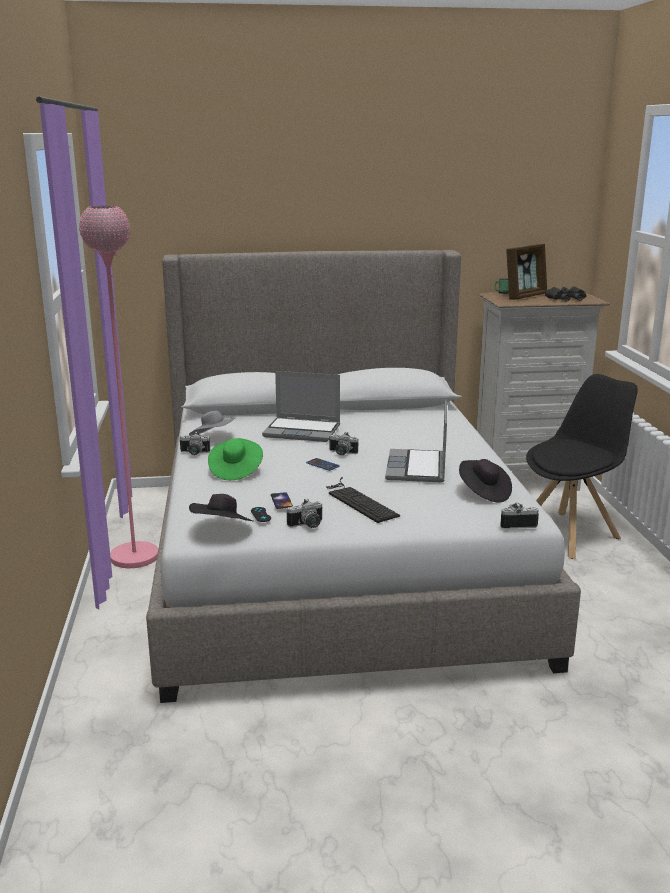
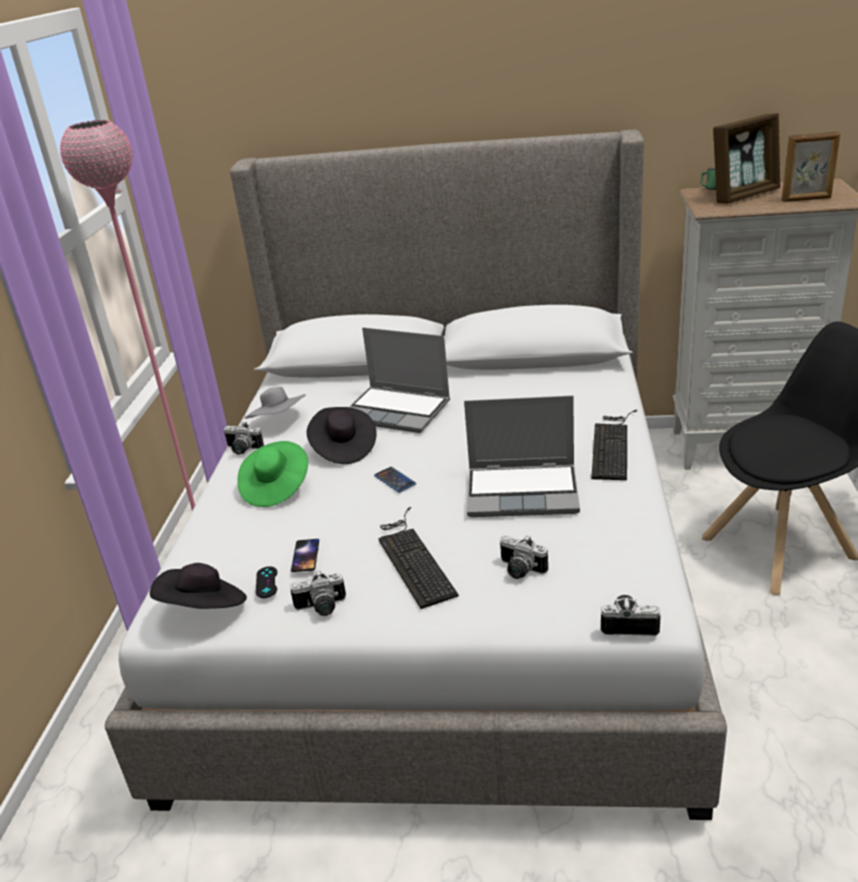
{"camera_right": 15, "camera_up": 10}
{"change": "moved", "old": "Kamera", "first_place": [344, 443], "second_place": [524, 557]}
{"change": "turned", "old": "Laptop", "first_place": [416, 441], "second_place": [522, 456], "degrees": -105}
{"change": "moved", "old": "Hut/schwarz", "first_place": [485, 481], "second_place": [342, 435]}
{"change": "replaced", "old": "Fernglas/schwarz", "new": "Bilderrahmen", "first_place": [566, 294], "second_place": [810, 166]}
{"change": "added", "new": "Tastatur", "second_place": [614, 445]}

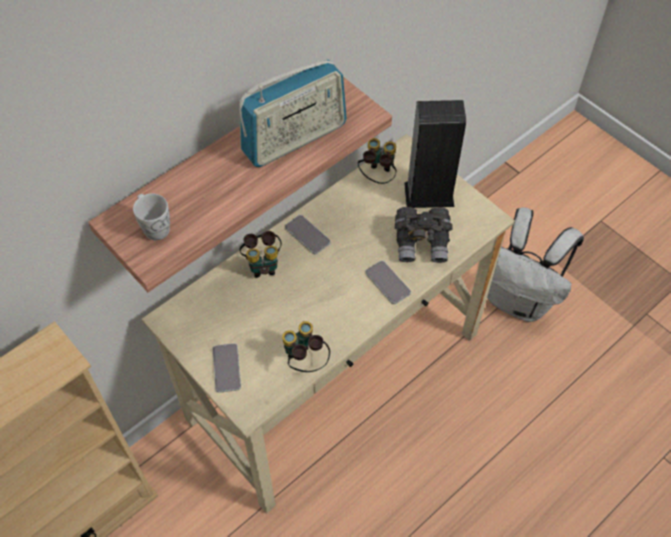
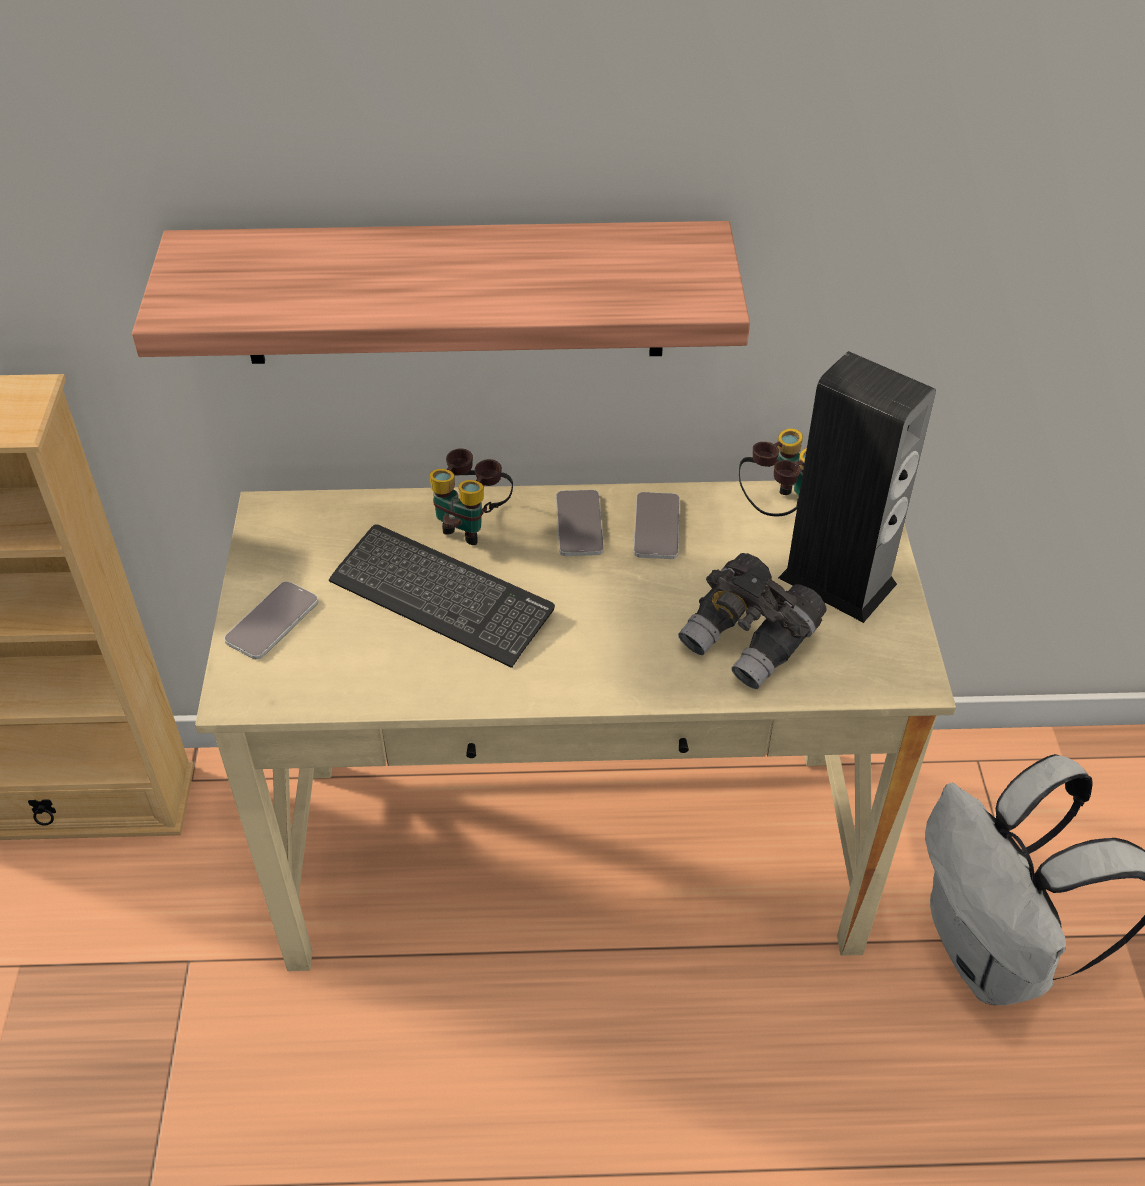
{"camera_right": 40, "camera_up": -10}
{"change": "removed", "old": "Henkelbecher/weiß", "first_place": [151, 217]}
{"change": "removed", "old": "Radio", "first_place": [293, 113]}
{"change": "removed", "old": "Fernglas", "first_place": [306, 346]}
{"change": "moved", "old": "Handy", "first_place": [388, 282], "second_place": [656, 525]}
{"change": "added", "new": "Tastatur", "second_place": [442, 596]}

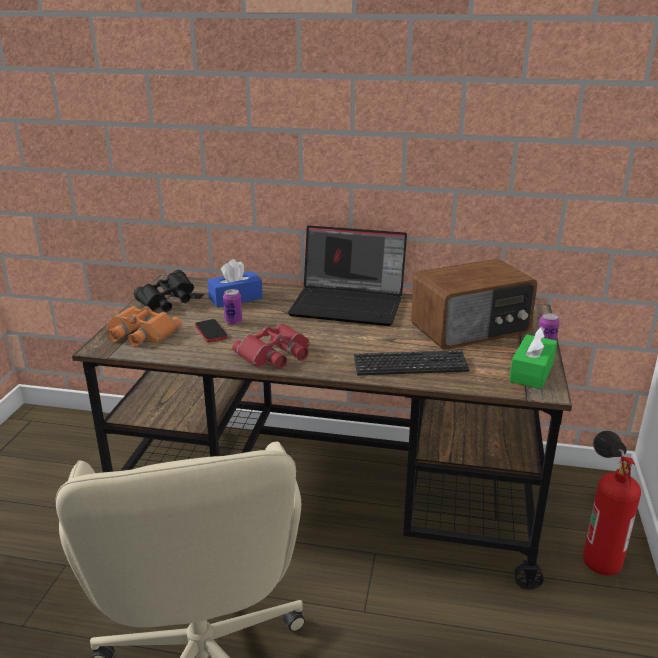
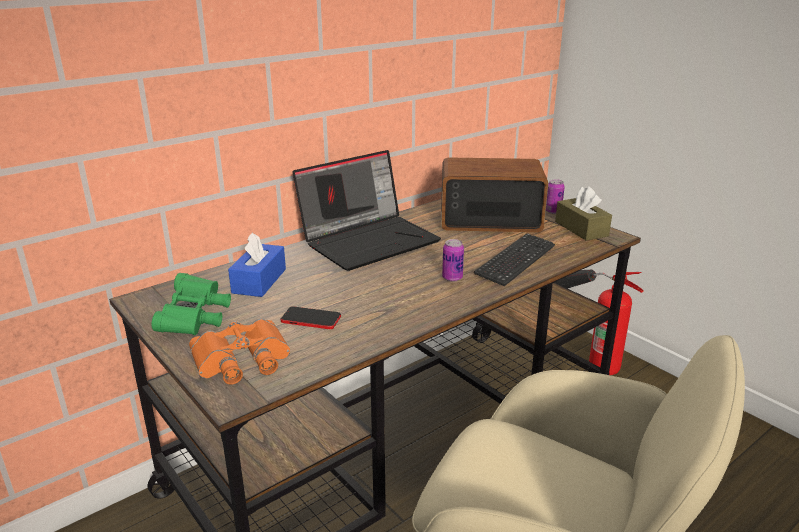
{"camera_right": -50, "camera_up": 0}
{"change": "recoloured", "old": "Fernglas/schwarz", "new": "Fernglas/grün", "first_place": [164, 291], "second_place": [191, 304]}
{"change": "moved", "old": "Dose", "first_place": [232, 307], "second_place": [453, 260]}
{"change": "removed", "old": "Fernglas/rot", "first_place": [270, 346]}
{"change": "turned", "old": "Radio", "first_place": [474, 304], "second_place": [494, 194], "degrees": -105}
{"change": "recoloured", "old": "Taschentuchbox/grün", "new": "Taschentuchbox/braun", "first_place": [533, 357], "second_place": [583, 213]}

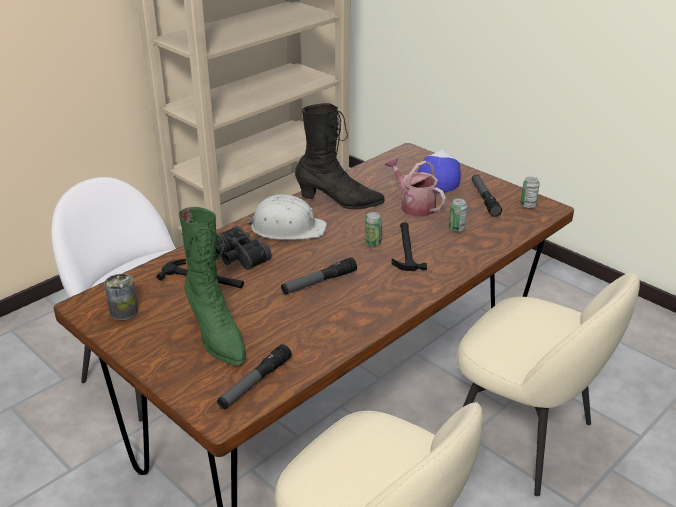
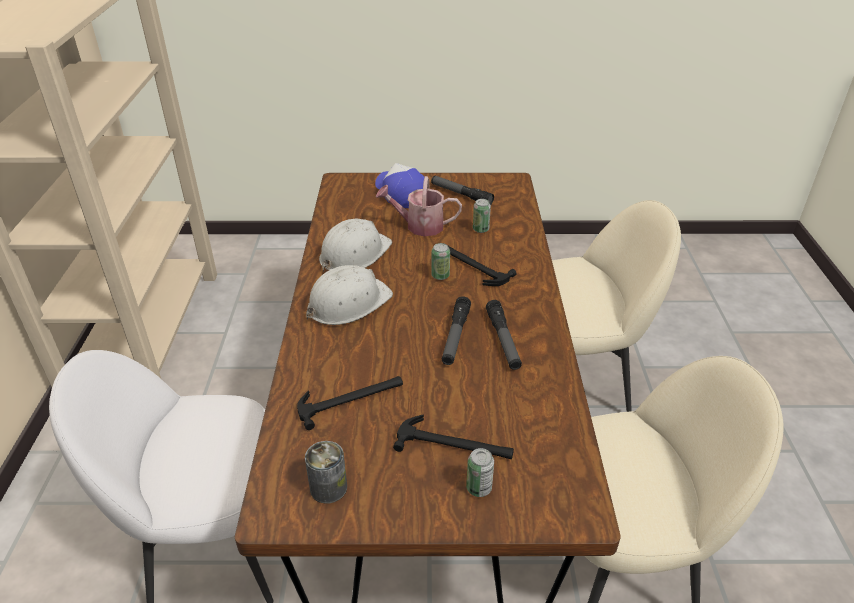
{"camera_right": -45, "camera_up": 5}
{"change": "replaced", "old": "Stiefel/grün", "new": "Hammer", "first_place": [212, 286], "second_place": [453, 437]}
{"change": "removed", "old": "Fernglas/schwarz", "first_place": [244, 248]}
{"change": "moved", "old": "Taschenlampe", "first_place": [254, 376], "second_place": [504, 335]}
{"change": "replaced", "old": "Stiefel/schwarz", "new": "Schutzhelm/weiß", "first_place": [340, 156], "second_place": [355, 245]}
{"change": "moved", "old": "Dose", "first_place": [529, 193], "second_place": [480, 472]}

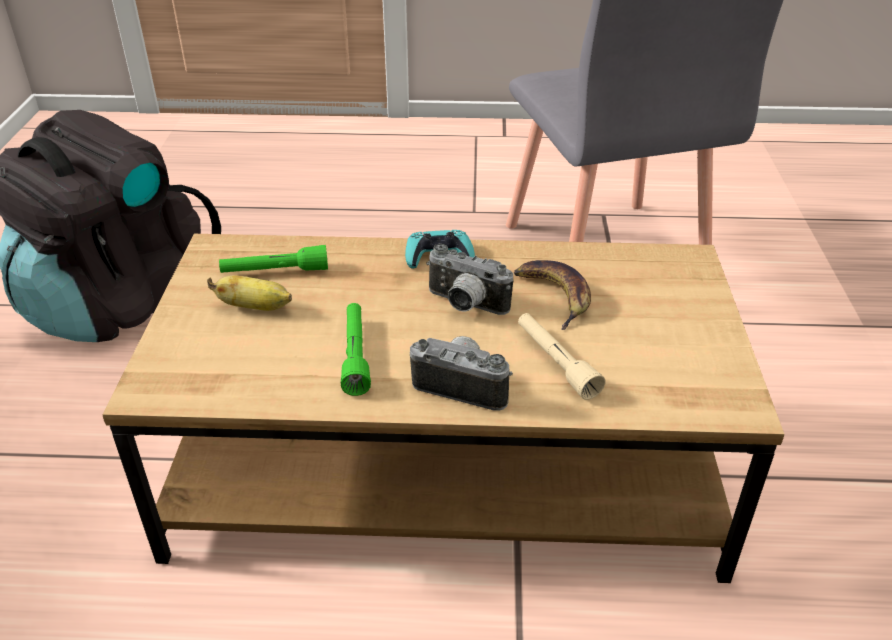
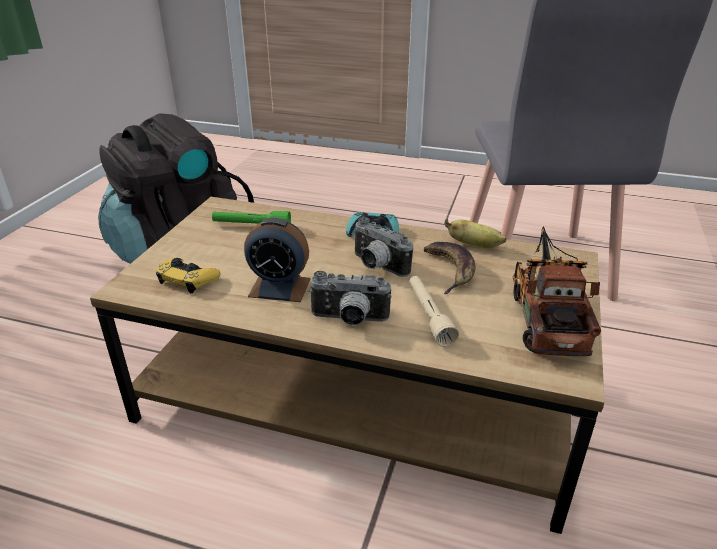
{"camera_right": 15, "camera_up": -5}
{"change": "moved", "old": "Banane", "first_place": [249, 293], "second_place": [476, 233]}
{"change": "replaced", "old": "Taschenlampe/grün", "new": "Wecker", "first_place": [356, 349], "second_place": [277, 260]}
{"change": "turned", "old": "Kamera", "first_place": [461, 373], "second_place": [350, 298], "degrees": 150}
{"change": "added", "new": "Gamepad/gelb", "second_place": [188, 275]}
{"change": "added", "new": "Spielzeuglaster", "second_place": [557, 291]}

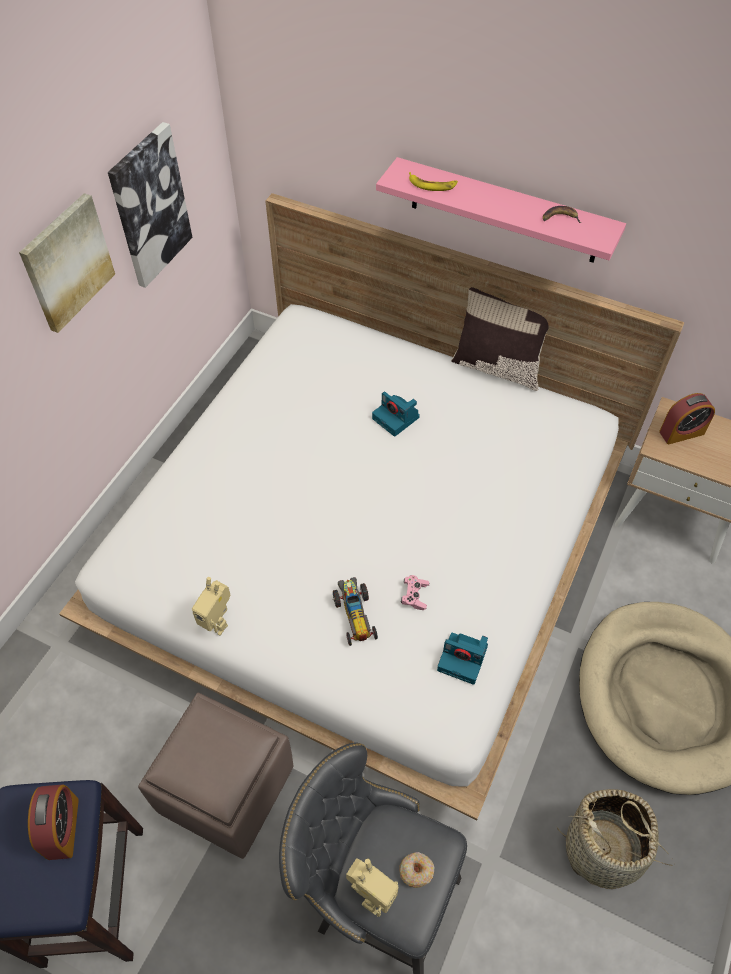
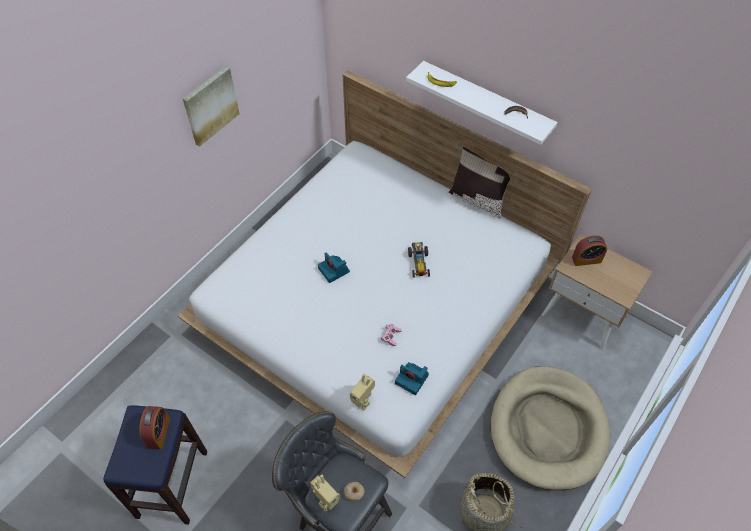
{"camera_right": 10, "camera_up": 0}
{"change": "removed", "old": "Bild", "first_place": [150, 205]}
{"change": "removed", "old": "Polsterhocker/braun", "first_place": [216, 776]}
{"change": "moved", "old": "Spielzeugroboter", "first_place": [211, 606], "second_place": [362, 391]}
{"change": "moved", "old": "Spielzeugauto", "first_place": [355, 611], "second_place": [419, 260]}
{"change": "moved", "old": "Kamera", "first_place": [396, 414], "second_place": [334, 267]}
{"change": "recoloured", "old": "Wandregal/rosa", "new": "Wandregal/weiß", "first_place": [501, 209], "second_place": [482, 103]}

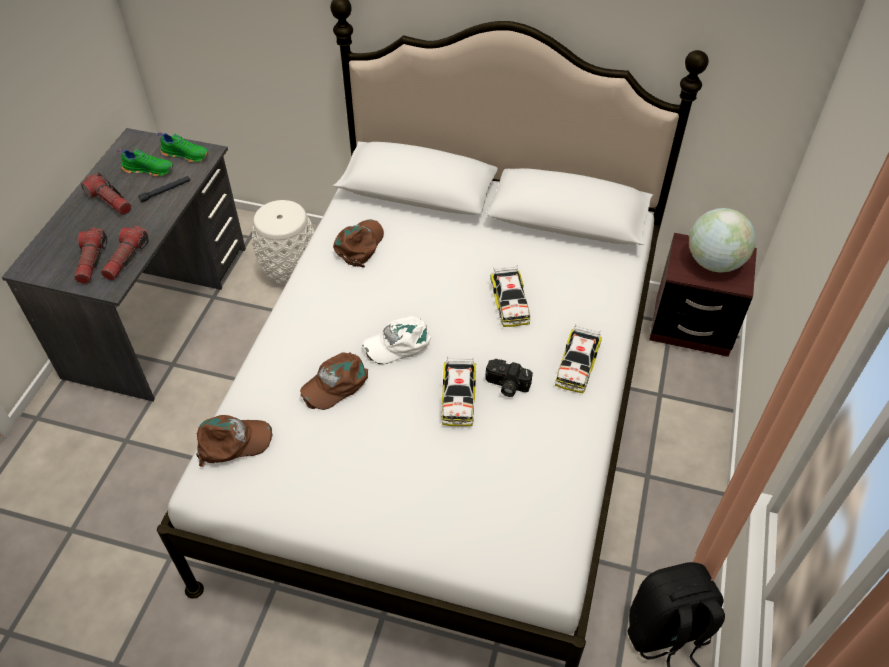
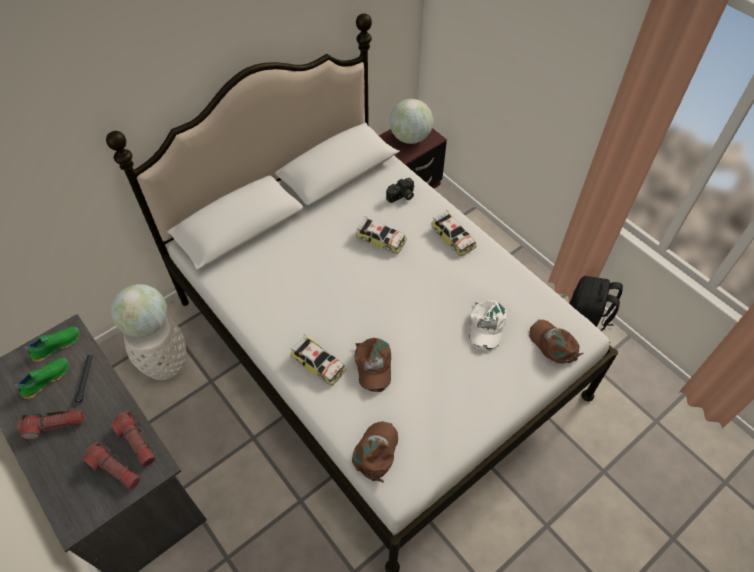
{"camera_right": -55, "camera_up": 5}
{"change": "moved", "old": "Kappe/braun", "first_place": [358, 243], "second_place": [556, 341]}
{"change": "moved", "old": "Kappe/weiß", "first_place": [396, 340], "second_place": [488, 325]}
{"change": "moved", "old": "Spielzeugauto", "first_place": [459, 392], "second_place": [318, 360]}
{"change": "moved", "old": "Kamera", "first_place": [509, 378], "second_place": [400, 190]}
{"change": "added", "new": "Globus", "second_place": [139, 310]}

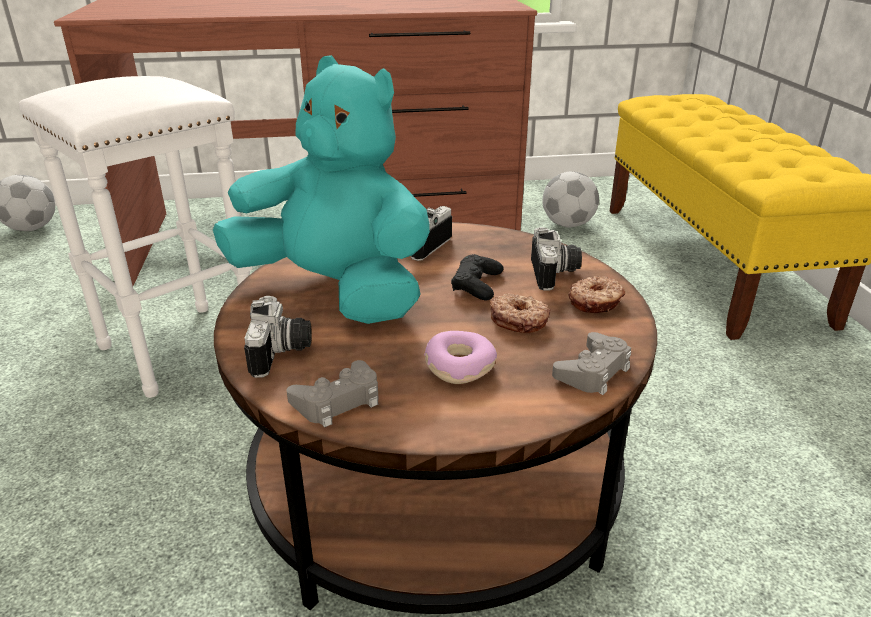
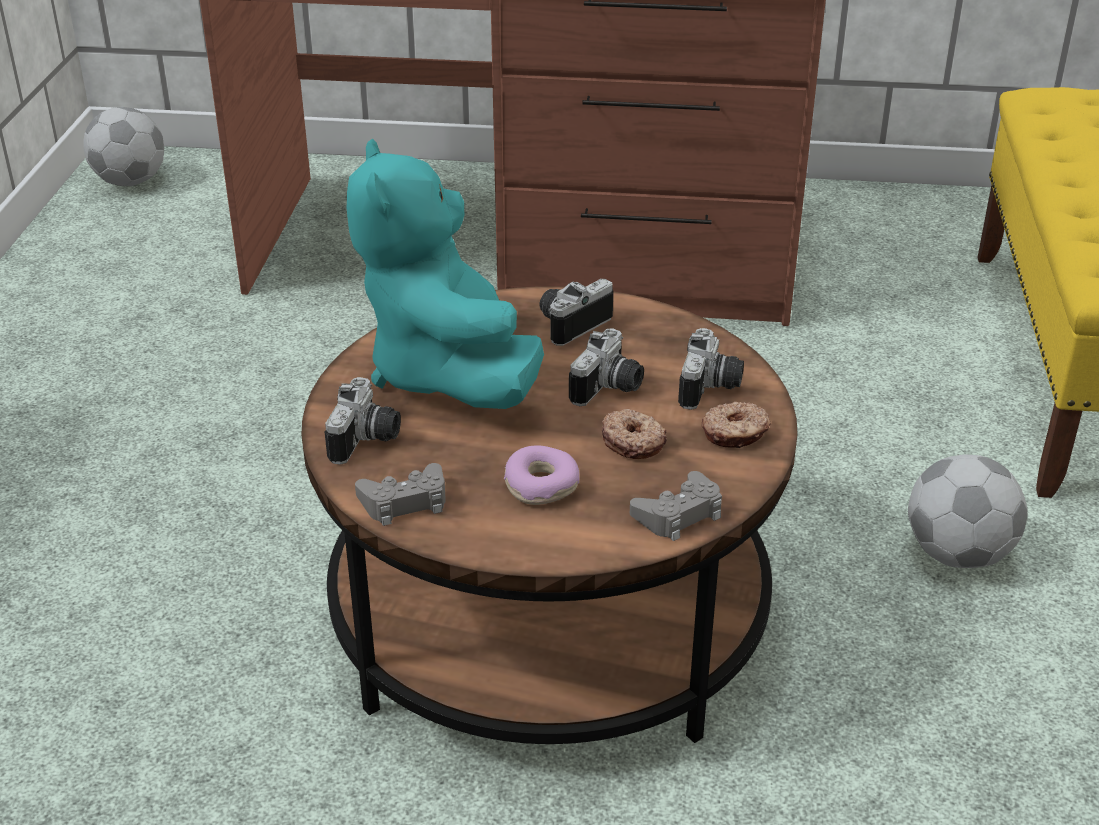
{"camera_right": 15, "camera_up": 5}
{"change": "removed", "old": "Hocker/weiß", "first_place": [135, 237]}
{"change": "turned", "old": "Plüschtier/türkis", "first_place": [321, 189], "second_place": [445, 274], "degrees": -150}
{"change": "replaced", "old": "Gamepad/schwarz", "new": "Kamera", "first_place": [477, 277], "second_place": [606, 367]}
{"change": "moved", "old": "Fußball", "first_place": [570, 199], "second_place": [968, 511]}

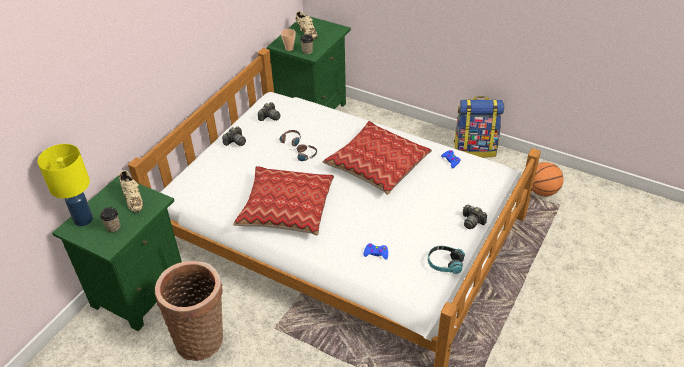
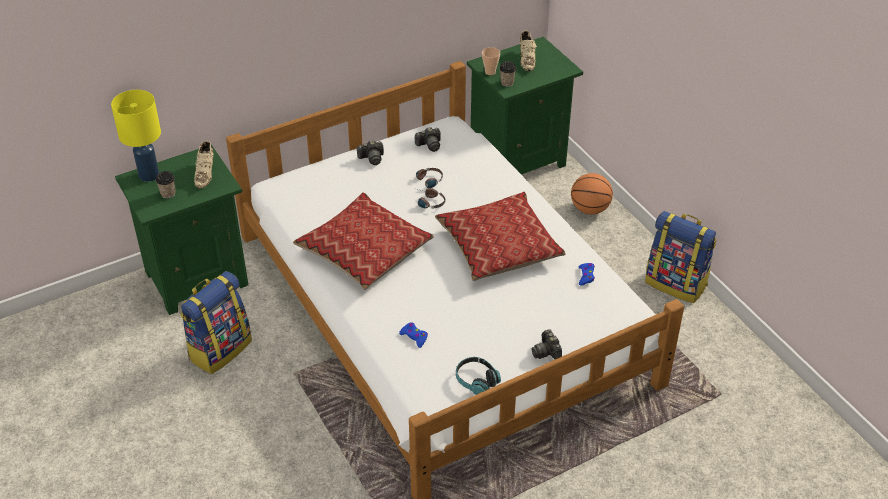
{"camera_right": 30, "camera_up": 0}
{"change": "replaced", "old": "Korb", "new": "Rucksack", "first_place": [189, 311], "second_place": [216, 322]}
{"change": "moved", "old": "Basketball", "first_place": [548, 179], "second_place": [592, 194]}

